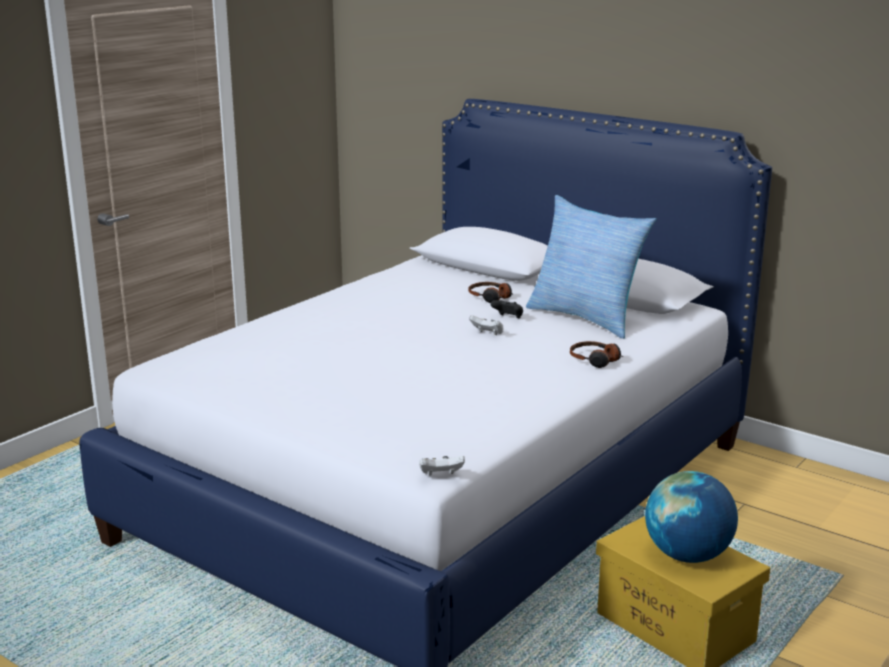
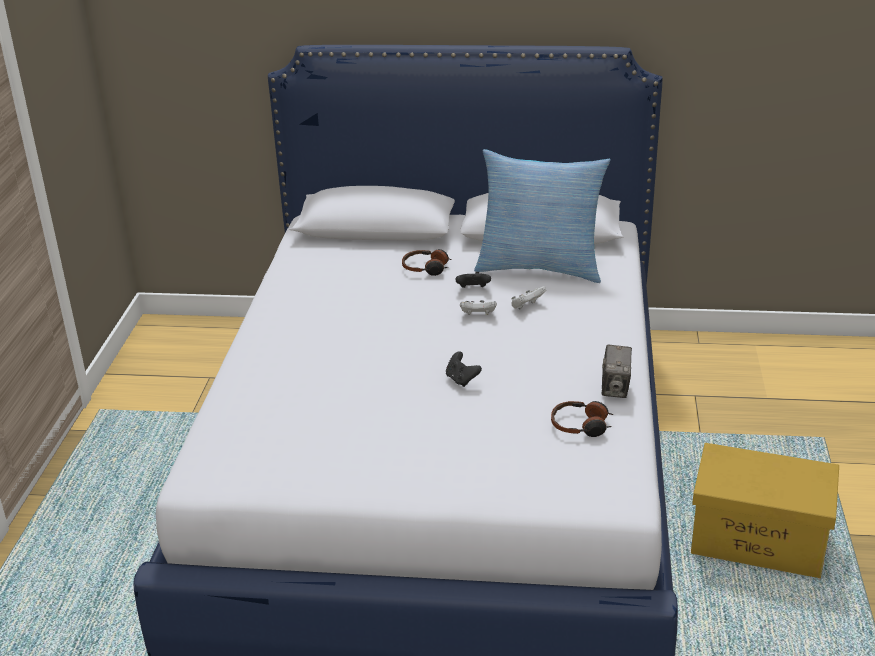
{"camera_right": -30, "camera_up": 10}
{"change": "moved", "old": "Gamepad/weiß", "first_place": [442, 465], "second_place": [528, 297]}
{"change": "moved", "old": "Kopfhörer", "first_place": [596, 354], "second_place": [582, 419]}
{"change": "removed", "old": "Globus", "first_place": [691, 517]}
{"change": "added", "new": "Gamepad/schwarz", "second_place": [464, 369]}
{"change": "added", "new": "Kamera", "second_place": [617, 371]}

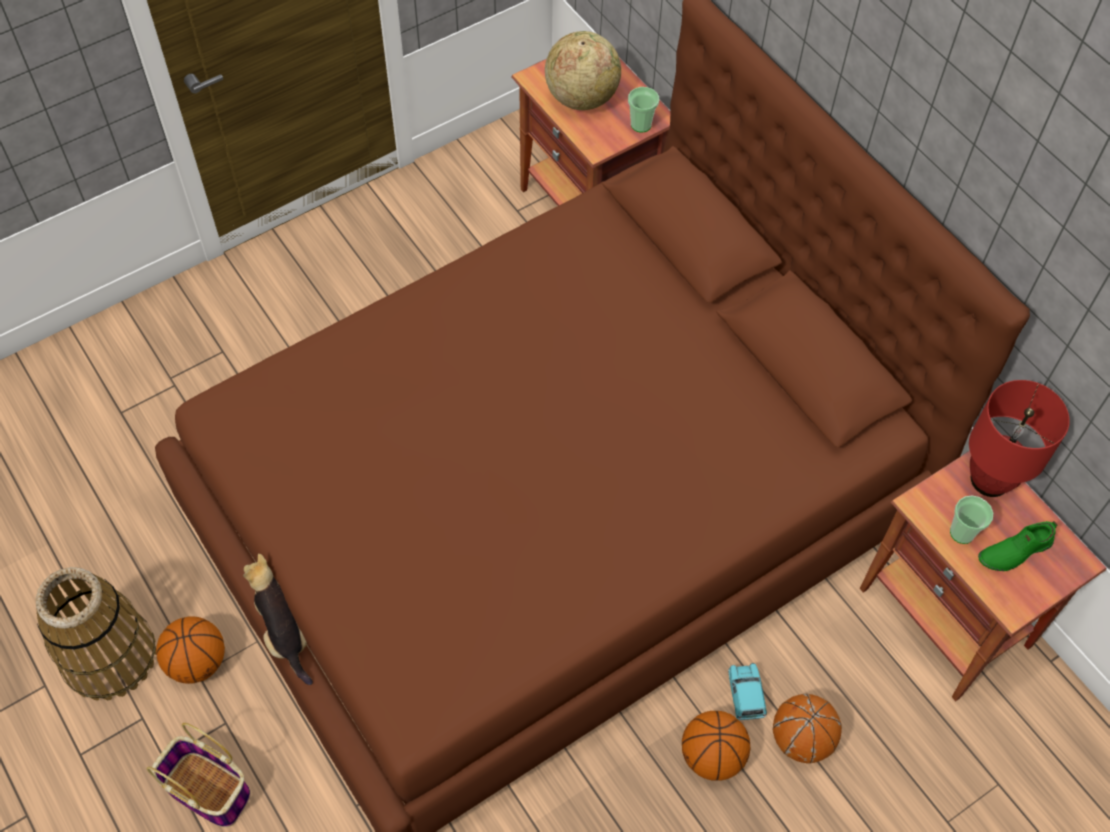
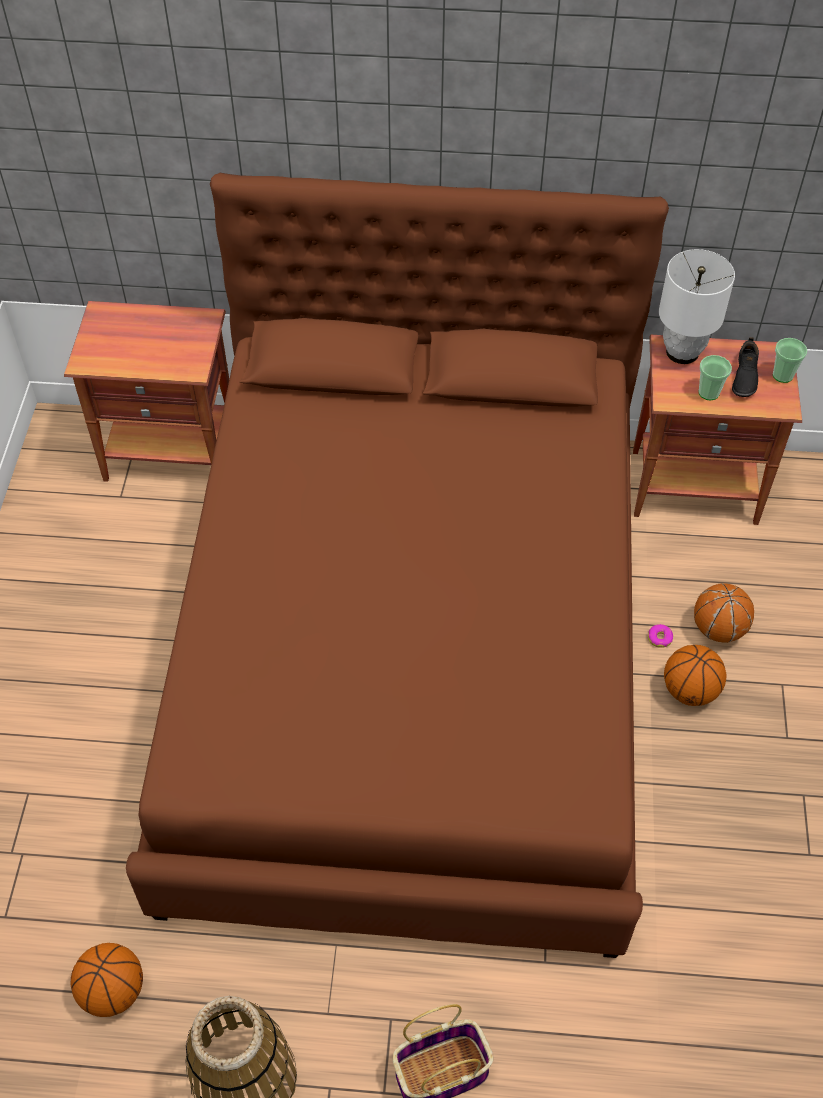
{"camera_right": -50, "camera_up": -5}
{"change": "moved", "old": "Basketball", "first_place": [190, 650], "second_place": [107, 980]}
{"change": "removed", "old": "Plüschtier", "first_place": [278, 619]}
{"change": "removed", "old": "Globus", "first_place": [583, 70]}
{"change": "moved", "old": "Tasse", "first_place": [643, 110], "second_place": [790, 360]}
{"change": "replaced", "old": "Spielzeugauto/türkis", "new": "Donut", "first_place": [747, 691], "second_place": [660, 636]}
{"change": "recoloured", "old": "Tischlampe/rot", "new": "Tischlampe/weiß", "first_place": [1019, 438], "second_place": [697, 306]}
{"change": "recoloured", "old": "Schuh/grün", "new": "Schuh/schwarz", "first_place": [1017, 546], "second_place": [745, 367]}

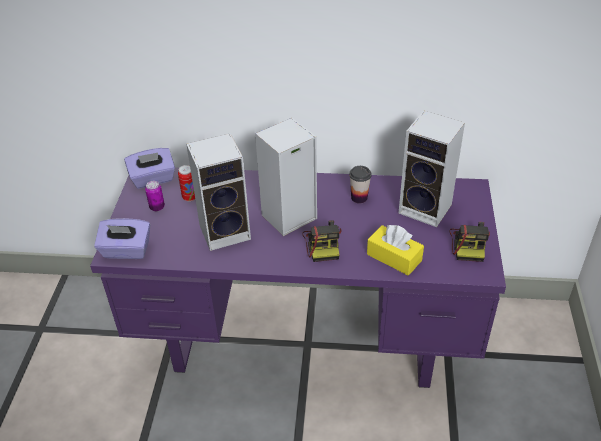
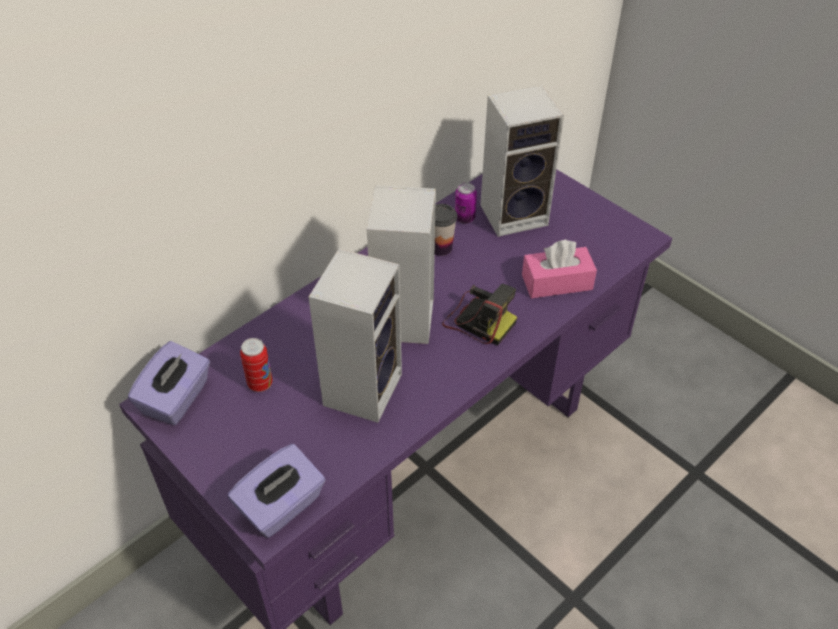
{"camera_right": -50, "camera_up": 5}
{"change": "moved", "old": "Dose", "first_place": [155, 196], "second_place": [466, 202]}
{"change": "recoloured", "old": "Taschentuchbox/gelb", "new": "Taschentuchbox/rosa", "first_place": [395, 250], "second_place": [559, 269]}
{"change": "removed", "old": "Kamera", "first_place": [470, 242]}

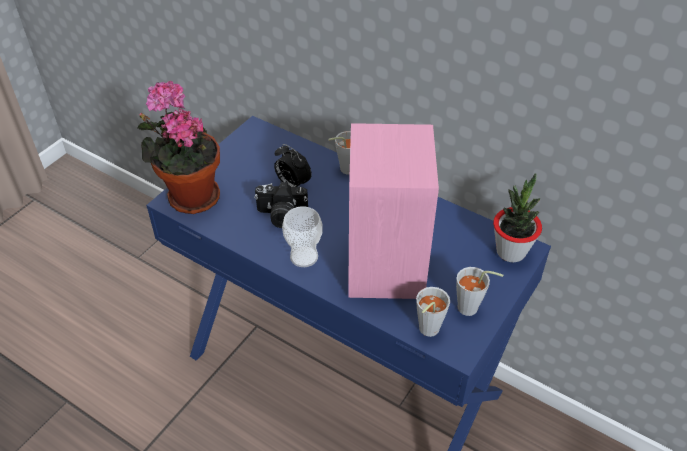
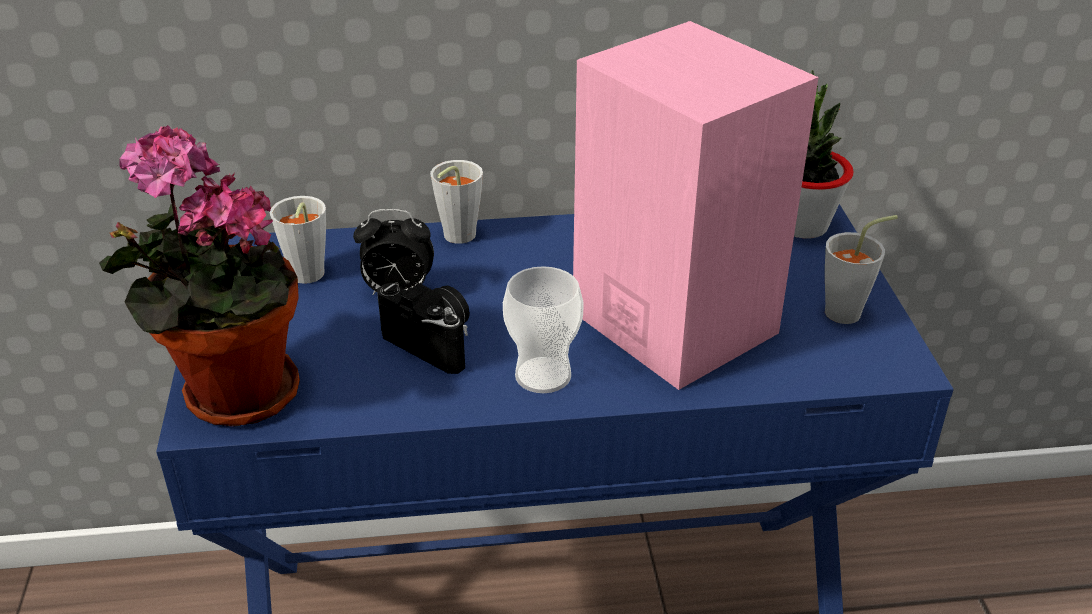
{"camera_right": -40, "camera_up": -10}
{"change": "turned", "old": "Kamera", "first_place": [281, 205], "second_place": [423, 328], "degrees": -105}
{"change": "moved", "old": "Tasse/grau", "first_place": [433, 312], "second_place": [297, 240]}

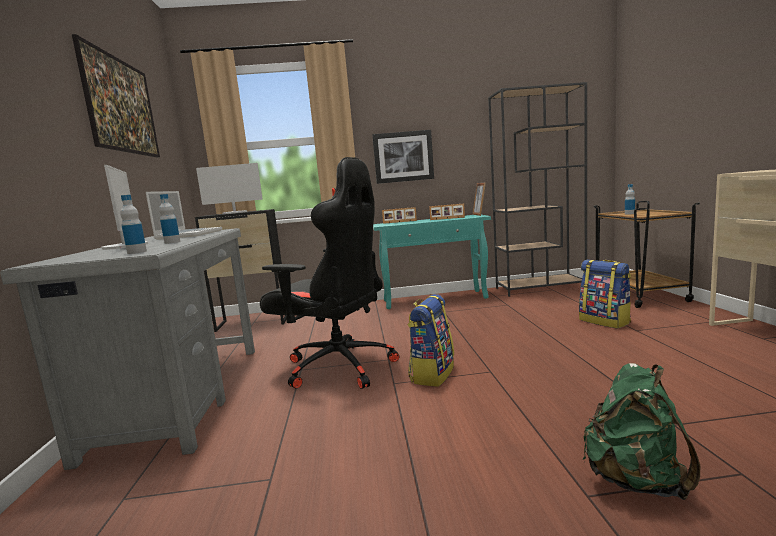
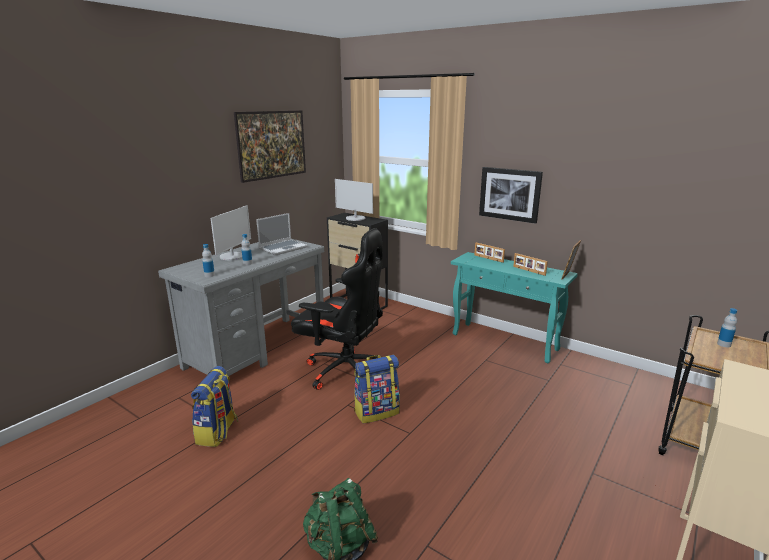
{"camera_right": 40, "camera_up": 10}
{"change": "turned", "old": "Bürostuhl/schwarz", "first_place": [329, 273], "second_place": [337, 309], "degrees": -45}
{"change": "removed", "old": "Bücherregal", "first_place": [537, 189]}
{"change": "moved", "old": "Rucksack", "first_place": [605, 294], "second_place": [214, 406]}

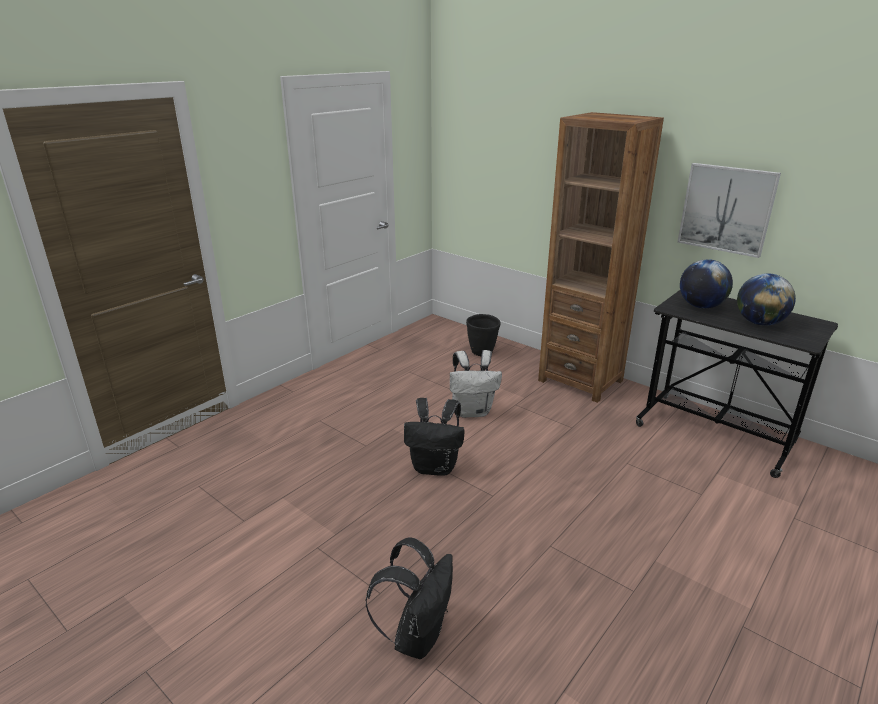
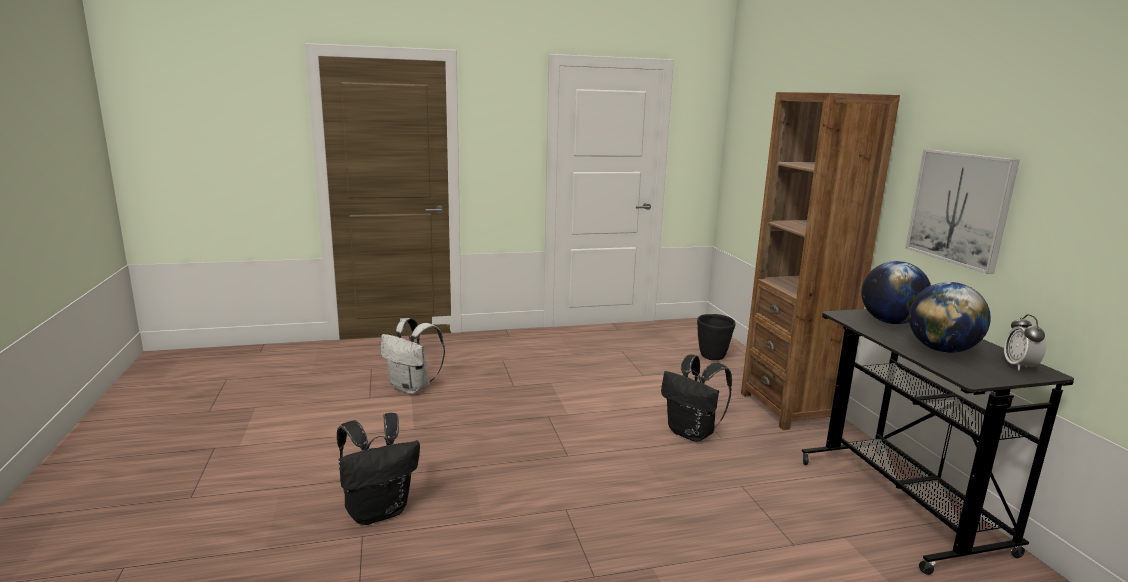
{"camera_right": 35, "camera_up": -10}
{"change": "moved", "old": "Rucksack/schwarz", "first_place": [434, 437], "second_place": [696, 398]}
{"change": "moved", "old": "Rucksack/weiß", "first_place": [476, 384], "second_place": [413, 356]}
{"change": "added", "new": "Wecker", "second_place": [1025, 342]}

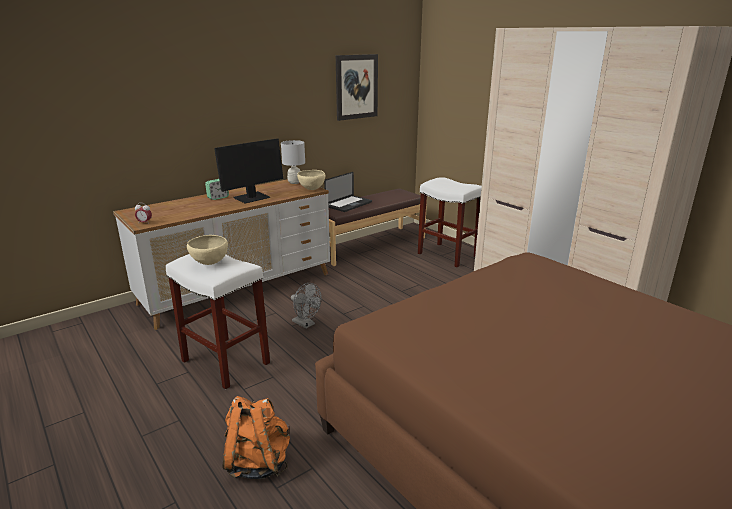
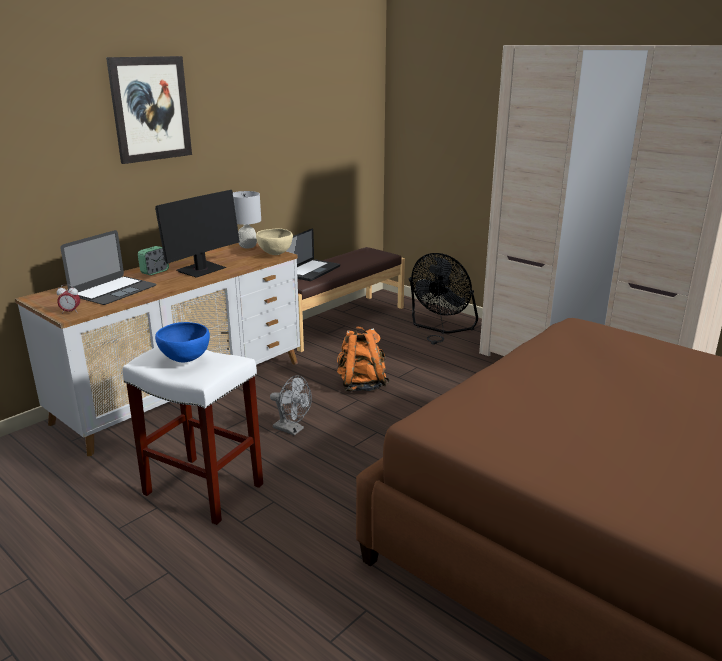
{"camera_right": -10, "camera_up": 0}
{"change": "recoloured", "old": "Schüssel/beige", "new": "Schüssel/blau", "first_place": [207, 250], "second_place": [182, 342]}
{"change": "moved", "old": "Rucksack/orange", "first_place": [256, 437], "second_place": [363, 359]}
{"change": "moved", "old": "Bild", "first_place": [357, 87], "second_place": [149, 110]}
{"change": "replaced", "old": "Hocker/weiß", "new": "Ventilator/schwarz", "first_place": [450, 222], "second_place": [443, 299]}
{"change": "added", "new": "Laptop", "second_place": [109, 267]}

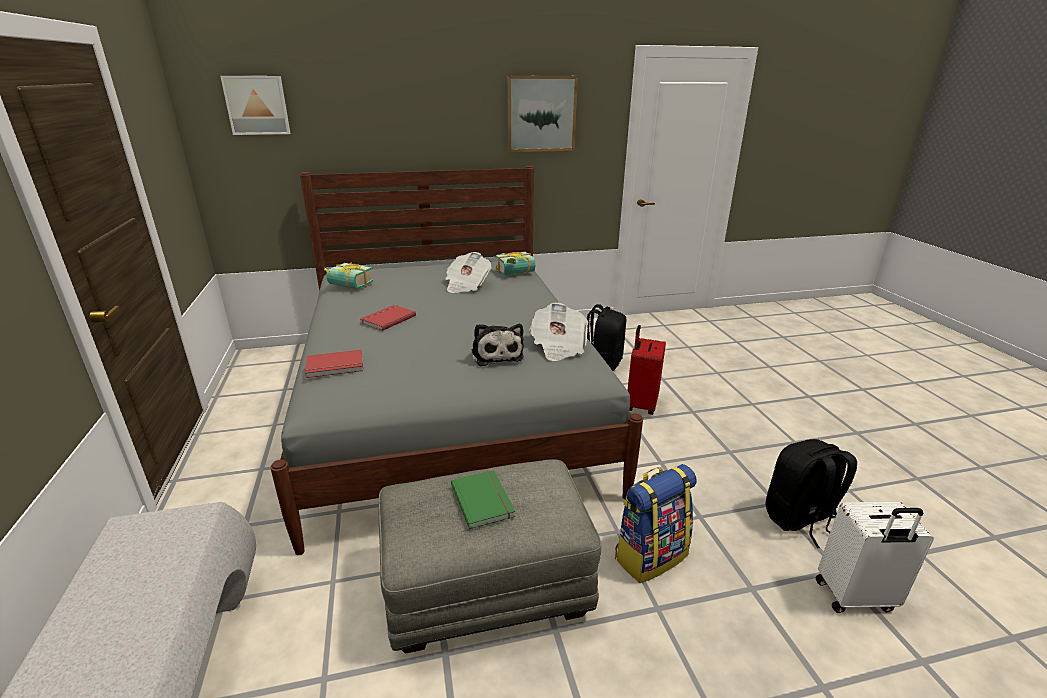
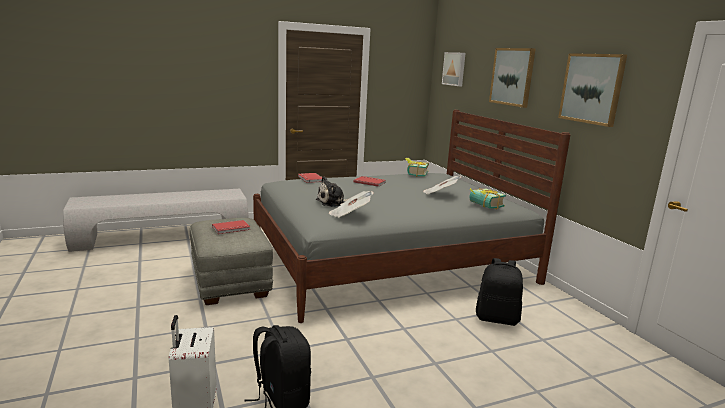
{"camera_right": 80, "camera_up": -10}
{"change": "recoloured", "old": "Buch/grün", "new": "Buch/rot", "first_place": [483, 499], "second_place": [231, 227]}
{"change": "removed", "old": "Rucksack", "first_place": [656, 523]}
{"change": "removed", "old": "Koffer/rot", "first_place": [646, 370]}
{"change": "added", "new": "Bild", "second_place": [512, 78]}

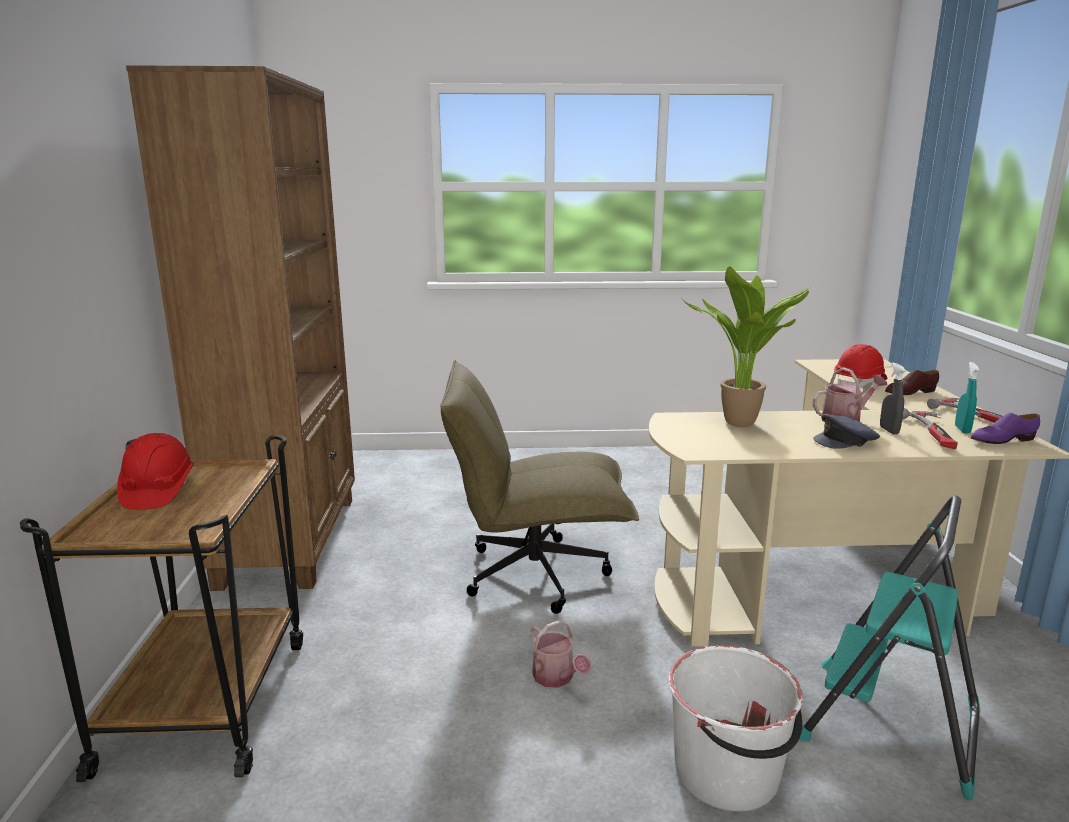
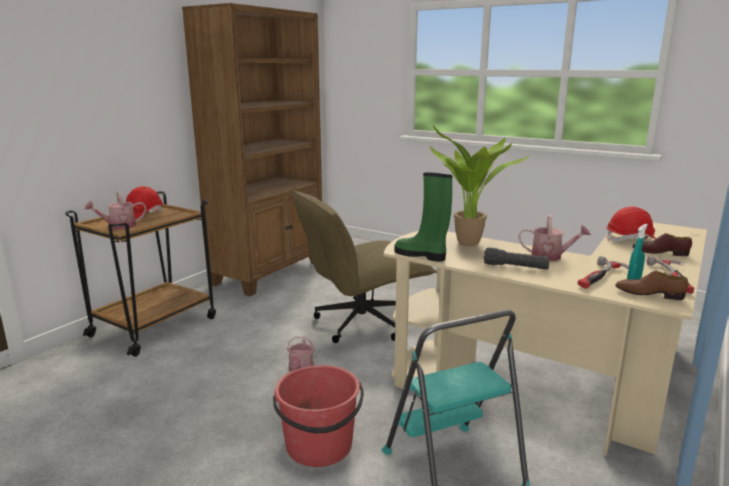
{"camera_right": 35, "camera_up": 0}
{"change": "turned", "old": "Bürostuhl/beige", "first_place": [539, 487], "second_place": [364, 266], "degrees": -60}
{"change": "recoloured", "old": "Eimer/weiß", "new": "Eimer/rot", "first_place": [735, 728], "second_place": [318, 416]}
{"change": "replaced", "old": "Kappe/grau", "new": "Taschenlampe/schwarz", "first_place": [846, 431], "second_place": [517, 258]}
{"change": "removed", "old": "Sprühflasche/grau", "first_place": [893, 398]}
{"change": "recoloured", "old": "Schuh/lila", "new": "Schuh/braun", "first_place": [1005, 428], "second_place": [652, 285]}
{"change": "added", "new": "Gießkanne", "second_place": [115, 210]}
{"change": "added", "new": "Stiefel/grün", "second_place": [423, 217]}

